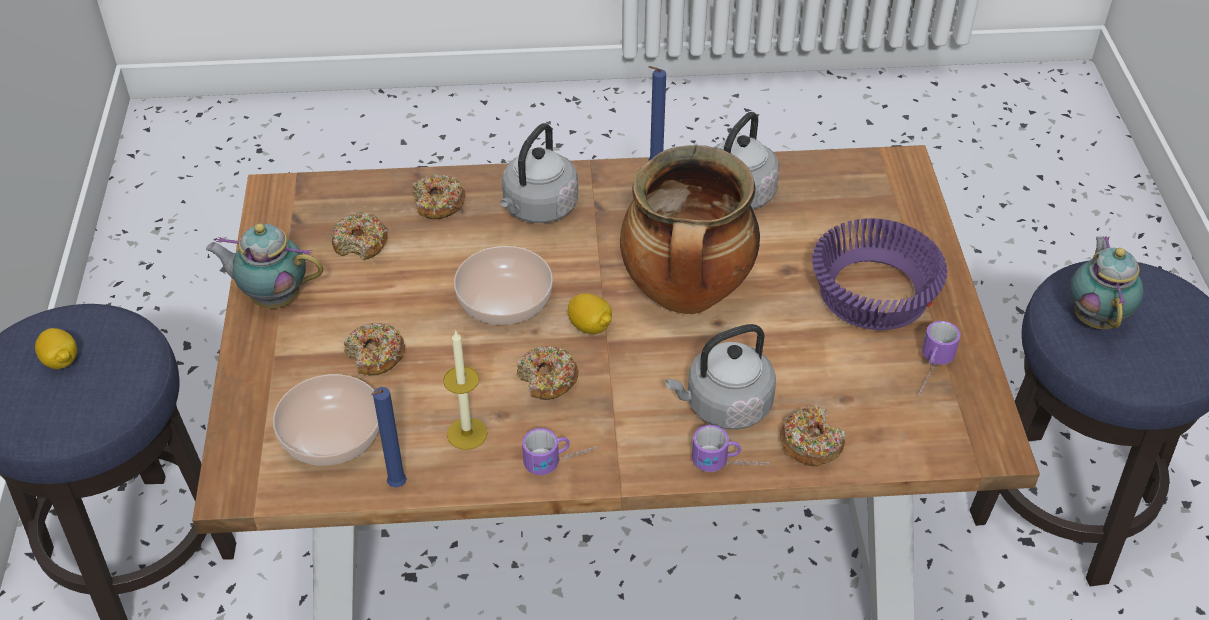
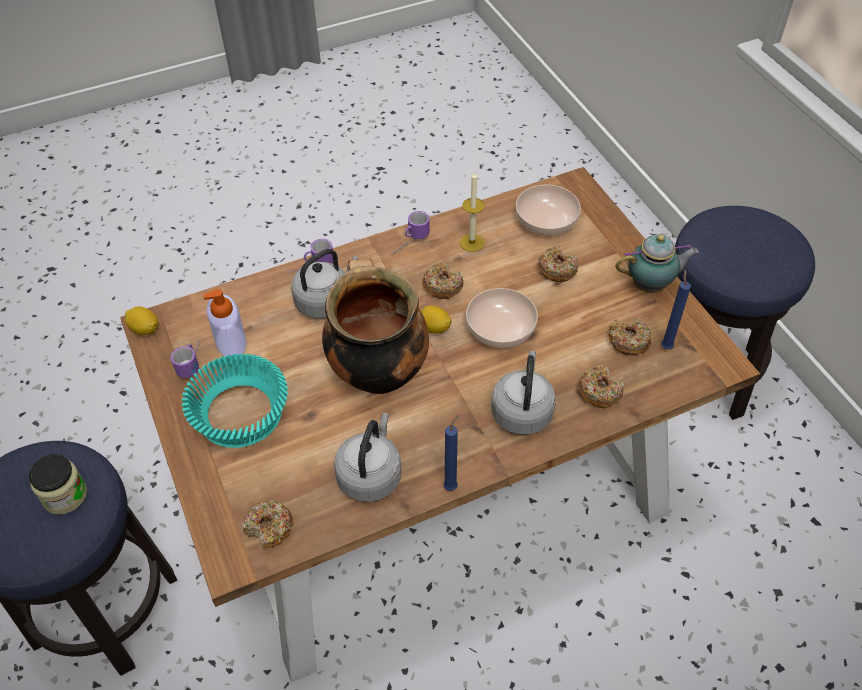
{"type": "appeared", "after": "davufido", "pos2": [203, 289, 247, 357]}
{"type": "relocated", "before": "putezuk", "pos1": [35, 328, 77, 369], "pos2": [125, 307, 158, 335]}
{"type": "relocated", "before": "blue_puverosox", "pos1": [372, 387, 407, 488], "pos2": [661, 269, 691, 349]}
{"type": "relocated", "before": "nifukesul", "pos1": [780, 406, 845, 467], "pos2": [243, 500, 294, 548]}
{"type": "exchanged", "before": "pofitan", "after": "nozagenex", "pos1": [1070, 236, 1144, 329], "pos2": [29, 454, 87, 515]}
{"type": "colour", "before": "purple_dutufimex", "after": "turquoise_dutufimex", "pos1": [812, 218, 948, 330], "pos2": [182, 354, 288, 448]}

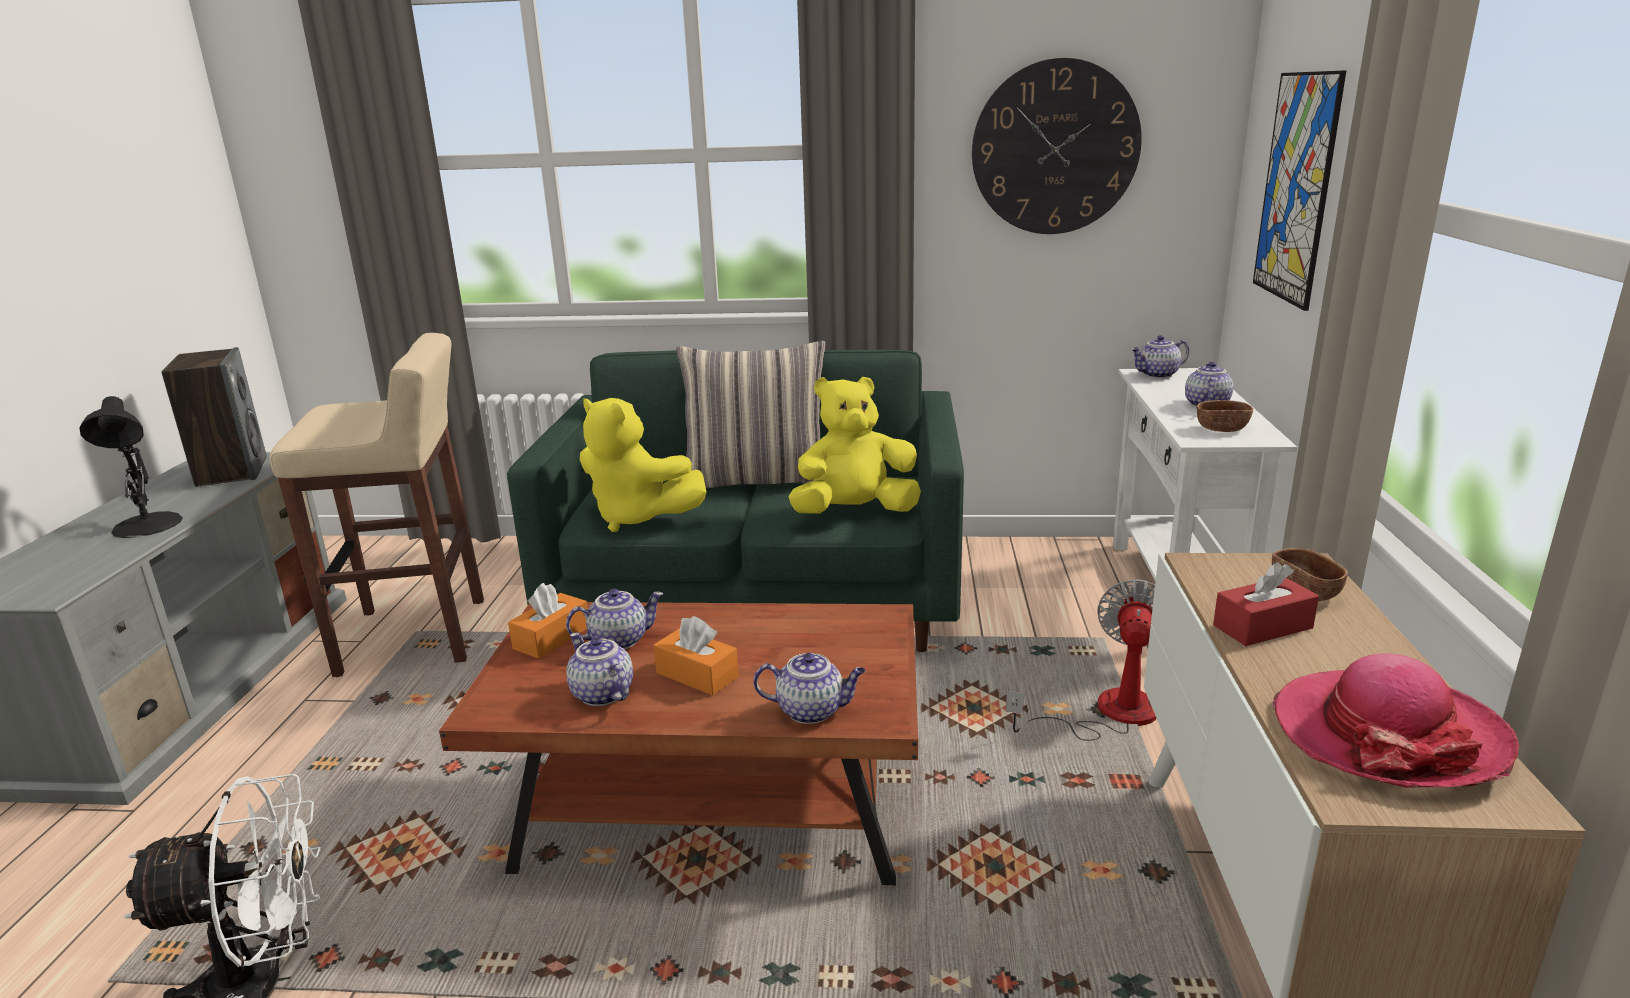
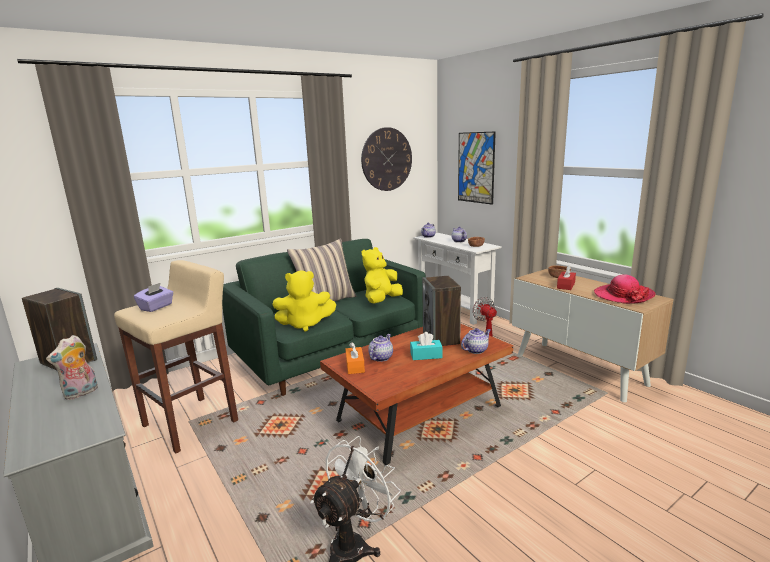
{"type": "missing", "before": "pofitan", "pos1": [566, 632, 633, 706]}
{"type": "appeared", "after": "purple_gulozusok", "pos2": [134, 283, 174, 312]}
{"type": "appeared", "after": "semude", "pos2": [422, 276, 461, 346]}
{"type": "exchanged", "before": "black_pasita", "after": "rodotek", "pos1": [79, 396, 182, 538], "pos2": [46, 335, 98, 400]}
{"type": "colour", "before": "orange_gulozusok", "after": "turquoise_gulozusok", "pos1": [653, 616, 739, 695], "pos2": [410, 332, 443, 360]}

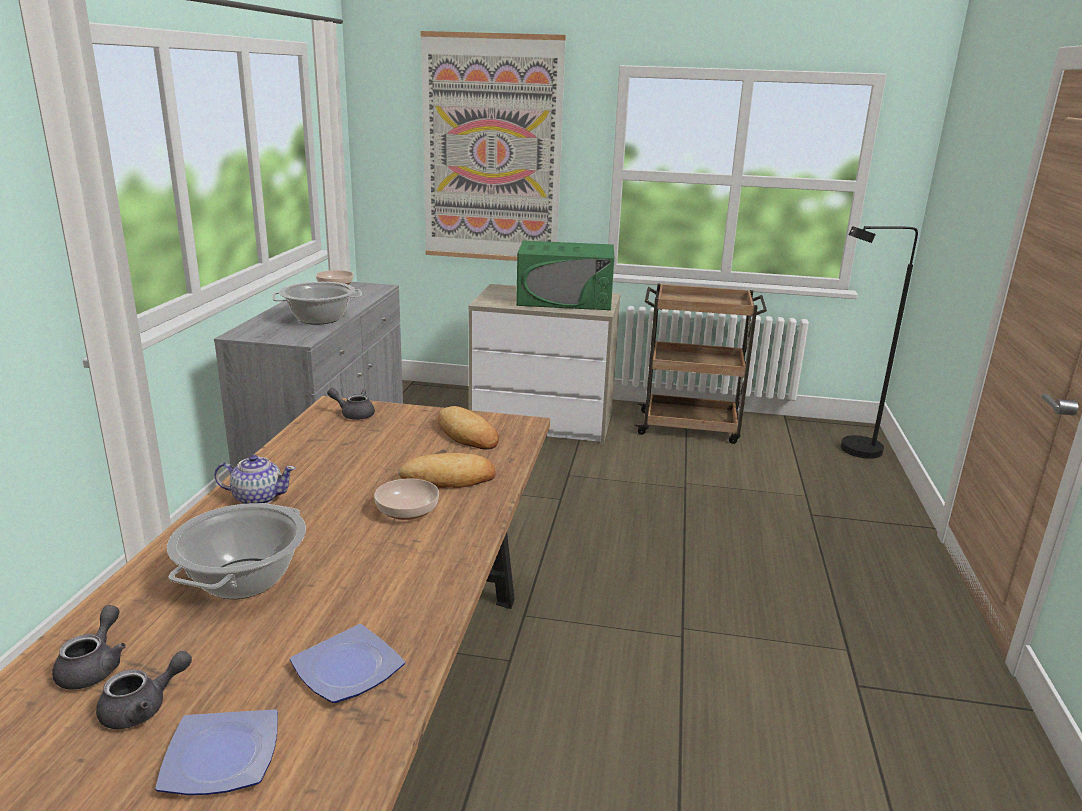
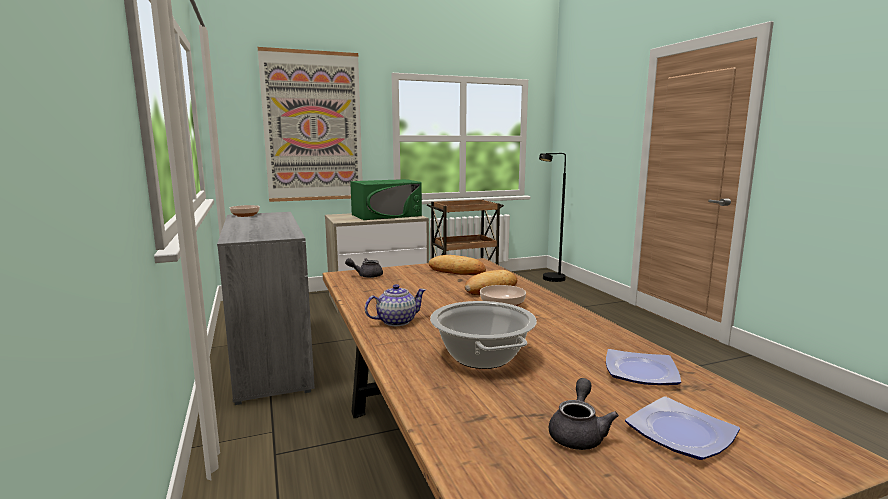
{"type": "missing", "before": "grey_pofitan", "pos1": [52, 605, 126, 690]}
{"type": "missing", "before": "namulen", "pos1": [273, 282, 363, 324]}

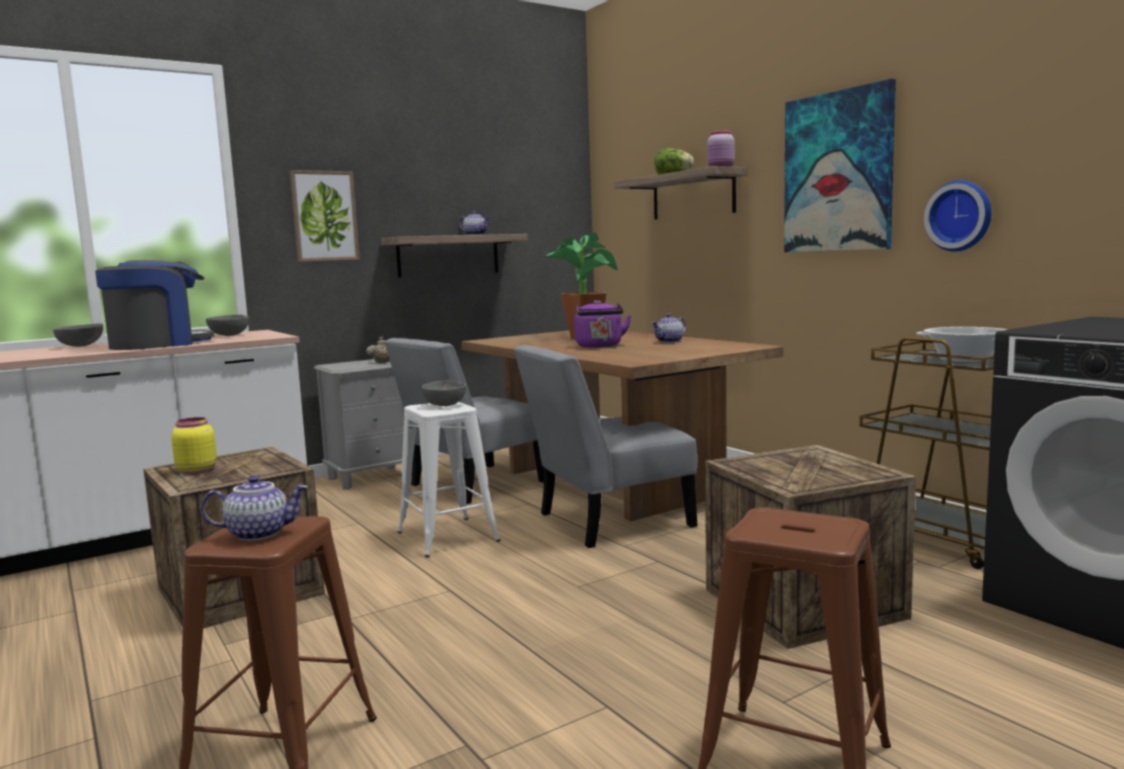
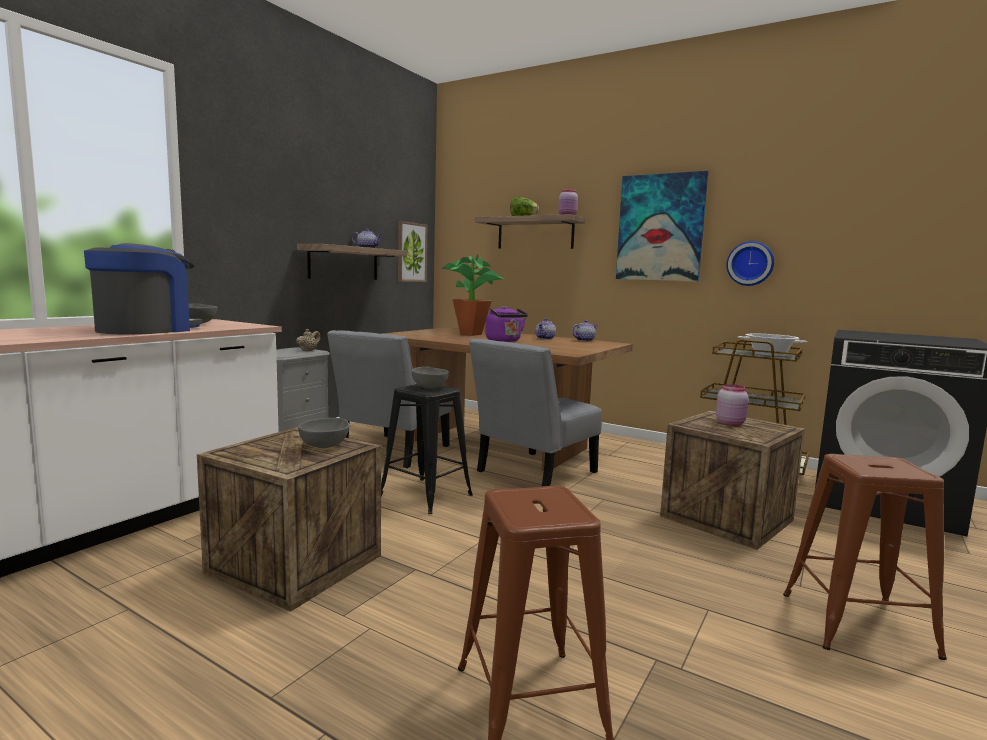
{"type": "missing", "before": "yellow_nozagenex", "pos1": [171, 417, 217, 475]}
{"type": "appeared", "after": "pink_nozagenex", "pos2": [716, 384, 749, 426]}
{"type": "relocated", "before": "grey_dutufimex", "pos1": [53, 323, 103, 347], "pos2": [298, 418, 349, 448]}
{"type": "relocated", "before": "pofitan", "pos1": [201, 475, 308, 541], "pos2": [572, 320, 598, 341]}
{"type": "relocated", "before": "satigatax", "pos1": [290, 170, 360, 262], "pos2": [398, 221, 427, 282]}
{"type": "colour", "before": "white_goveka", "after": "black_goveka", "pos1": [398, 402, 500, 557], "pos2": [381, 384, 473, 514]}

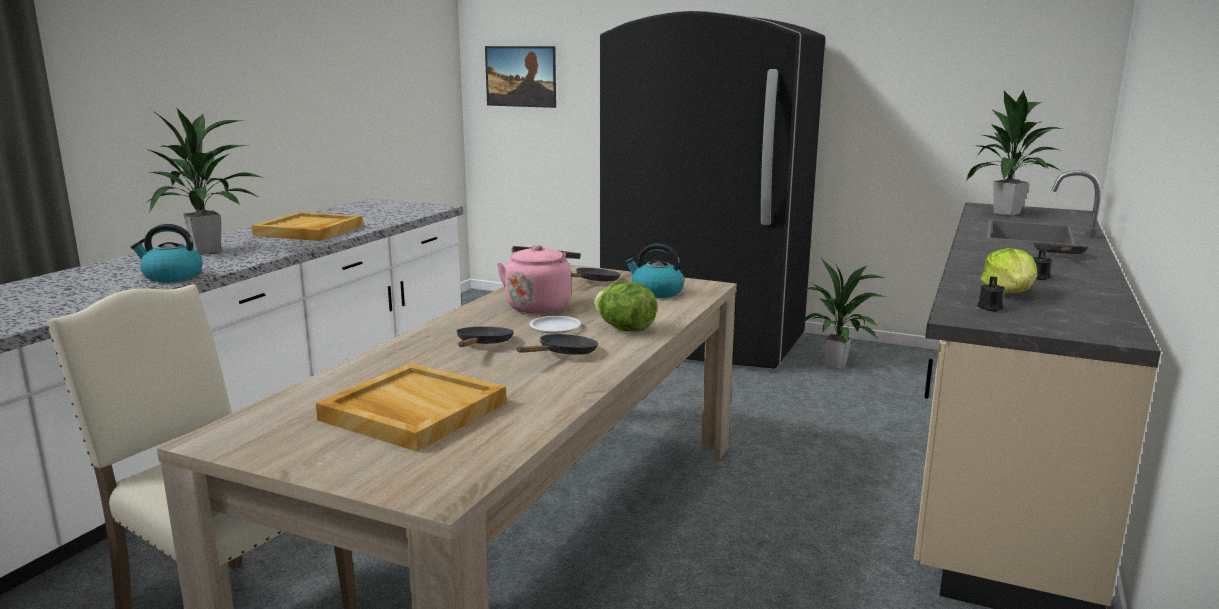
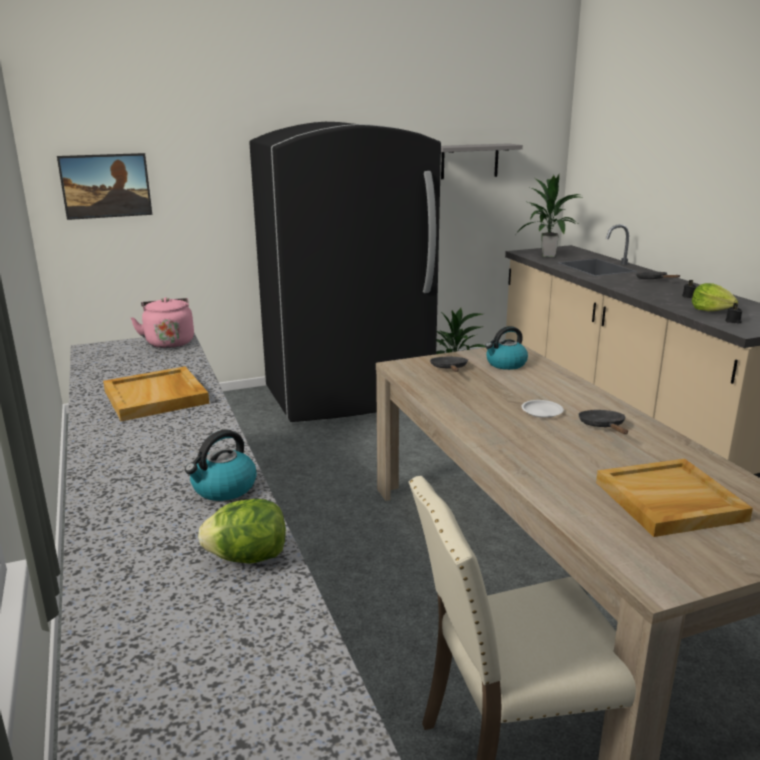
{"type": "missing", "before": "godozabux", "pos1": [147, 108, 264, 254]}
{"type": "missing", "before": "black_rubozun", "pos1": [457, 327, 514, 347]}
{"type": "appeared", "after": "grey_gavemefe", "pos2": [441, 143, 523, 179]}
{"type": "relocated", "before": "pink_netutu", "pos1": [497, 245, 581, 313], "pos2": [131, 297, 194, 348]}
{"type": "relocated", "before": "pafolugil", "pos1": [594, 282, 657, 331], "pos2": [198, 499, 286, 564]}

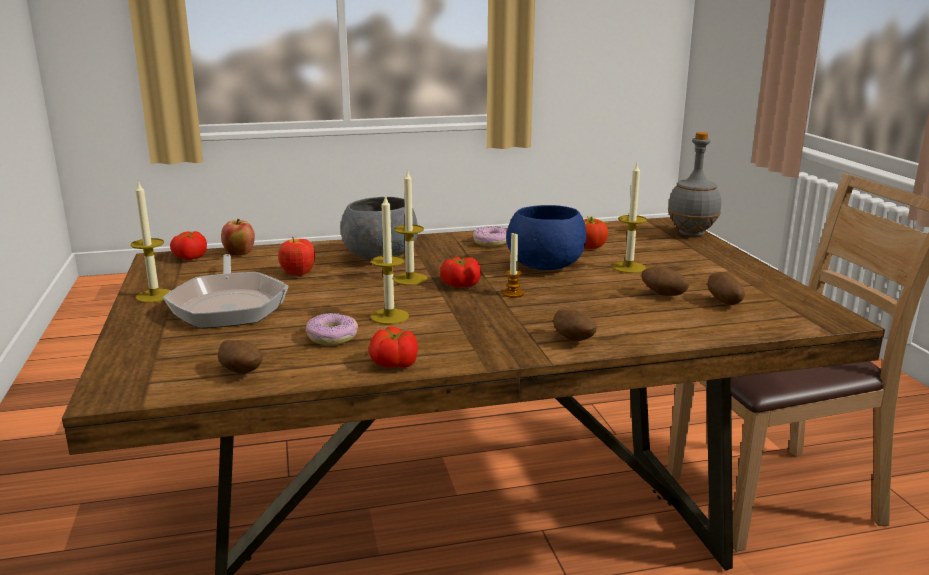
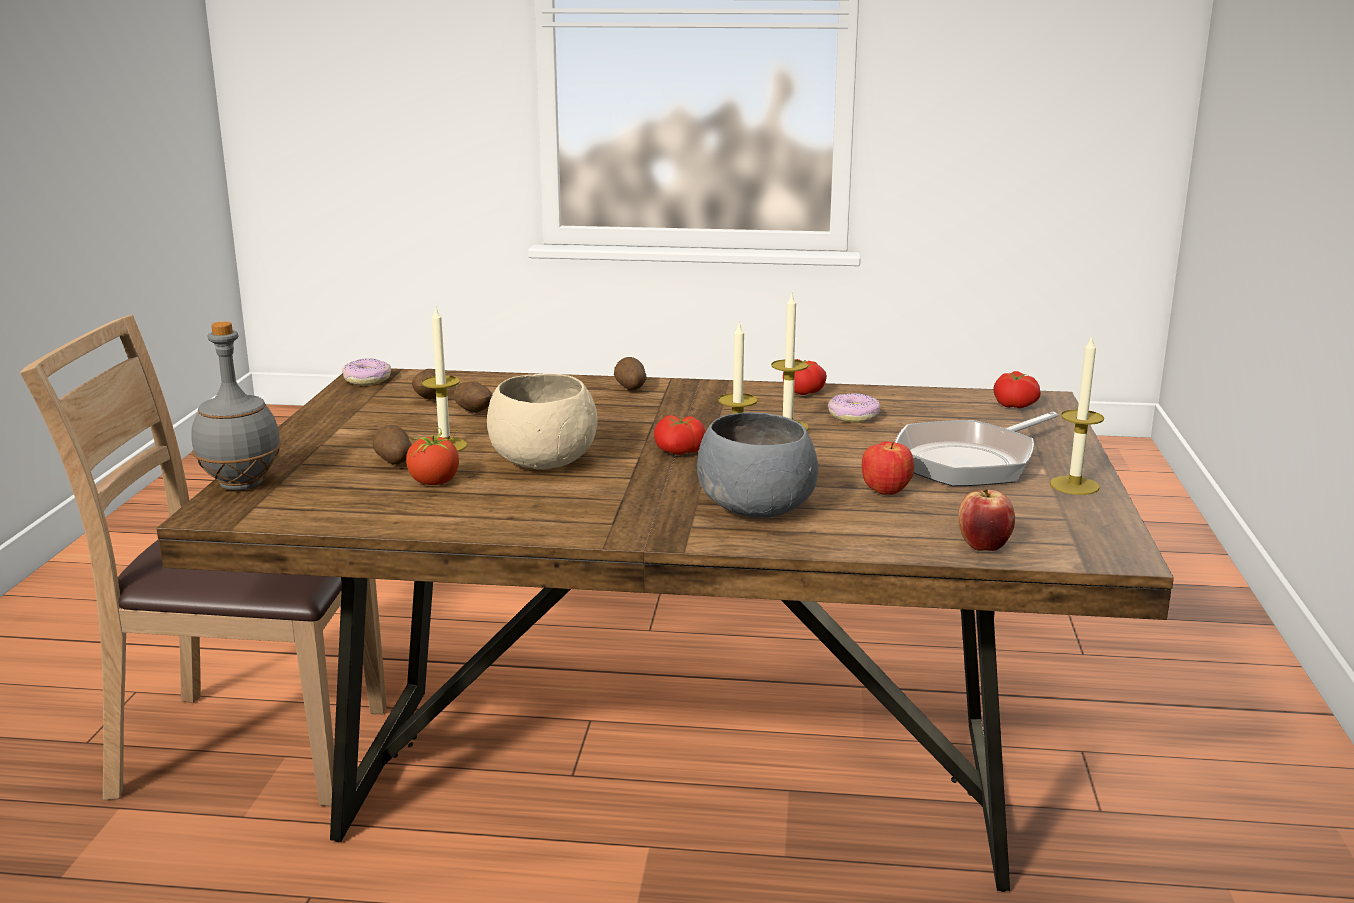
{"type": "missing", "before": "puverosox", "pos1": [502, 231, 524, 298]}
{"type": "relocated", "before": "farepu", "pos1": [170, 231, 207, 260], "pos2": [993, 371, 1041, 409]}
{"type": "relocated", "before": "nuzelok", "pos1": [218, 340, 263, 374], "pos2": [373, 425, 412, 465]}
{"type": "relocated", "before": "nifukesul", "pos1": [473, 226, 507, 247], "pos2": [342, 358, 391, 385]}
{"type": "colour", "before": "blue_dutufimex", "after": "beige_dutufimex", "pos1": [506, 205, 586, 270], "pos2": [487, 373, 598, 469]}
{"type": "spun", "before": "rubozun", "pos1": [163, 254, 289, 328], "pos2": [895, 412, 1058, 486], "turn": -135}

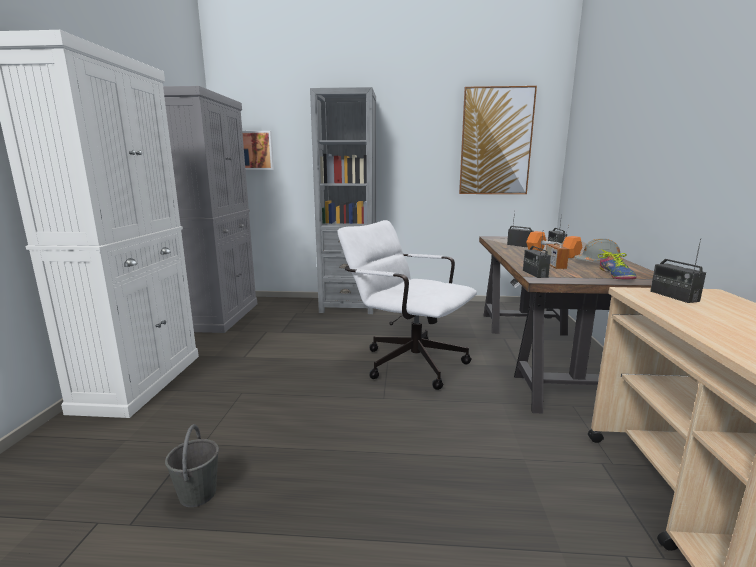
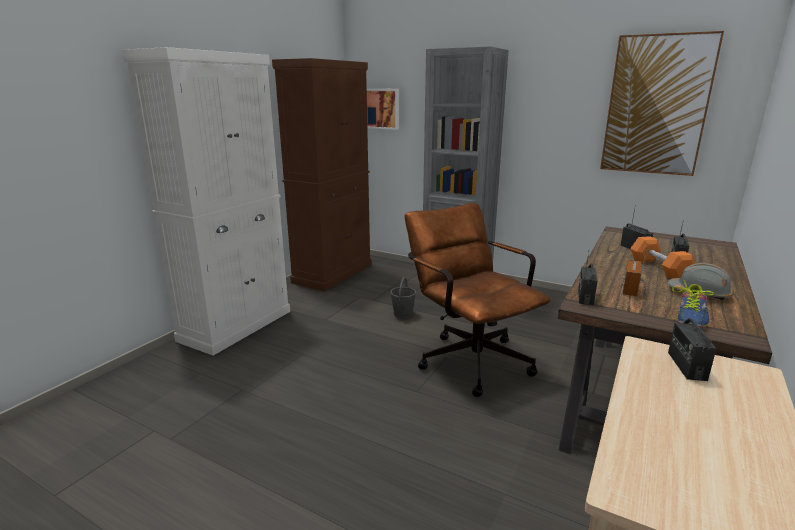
{"type": "relocated", "before": "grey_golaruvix", "pos1": [165, 424, 219, 507], "pos2": [390, 277, 416, 319]}
{"type": "colour", "before": "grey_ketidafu", "after": "brown_ketidafu", "pos1": [163, 86, 257, 333], "pos2": [272, 58, 371, 292]}
{"type": "colour", "before": "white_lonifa", "after": "brown_lonifa", "pos1": [338, 220, 477, 390], "pos2": [405, 203, 551, 397]}

